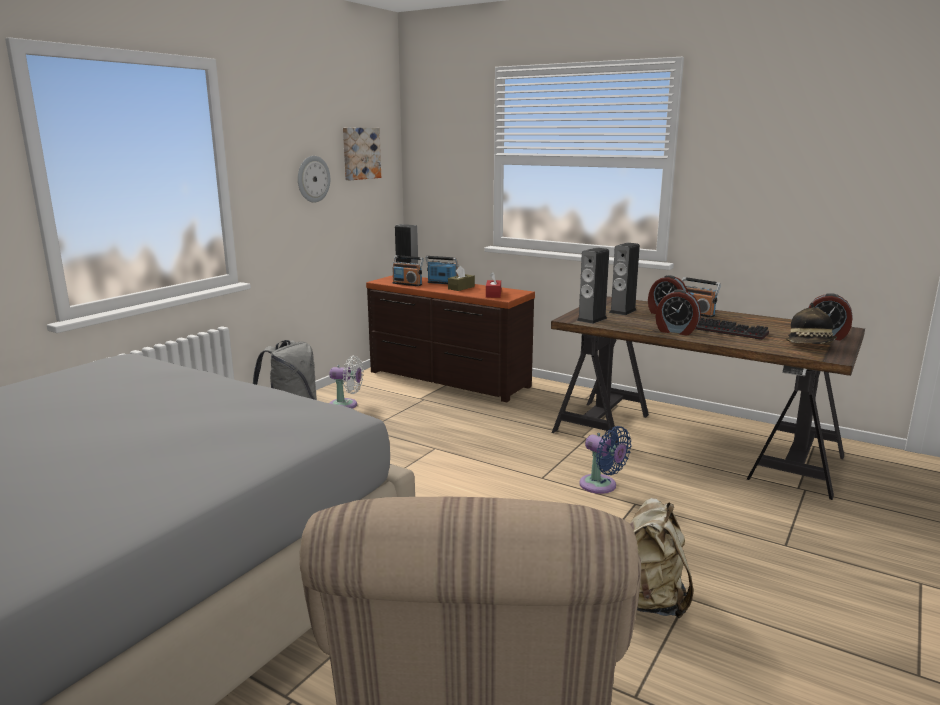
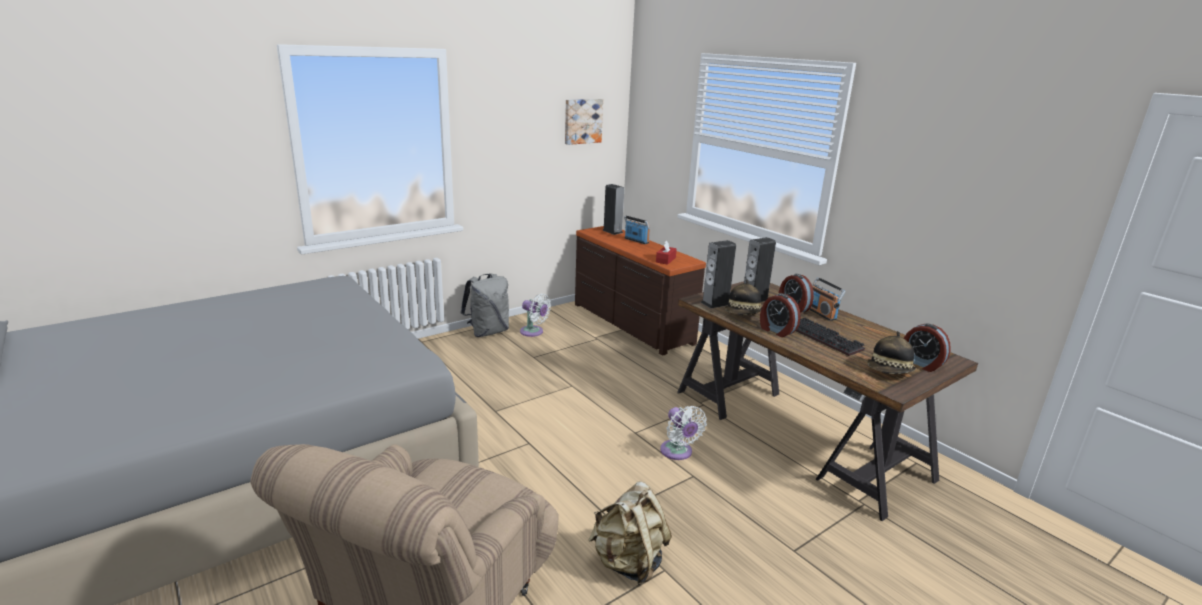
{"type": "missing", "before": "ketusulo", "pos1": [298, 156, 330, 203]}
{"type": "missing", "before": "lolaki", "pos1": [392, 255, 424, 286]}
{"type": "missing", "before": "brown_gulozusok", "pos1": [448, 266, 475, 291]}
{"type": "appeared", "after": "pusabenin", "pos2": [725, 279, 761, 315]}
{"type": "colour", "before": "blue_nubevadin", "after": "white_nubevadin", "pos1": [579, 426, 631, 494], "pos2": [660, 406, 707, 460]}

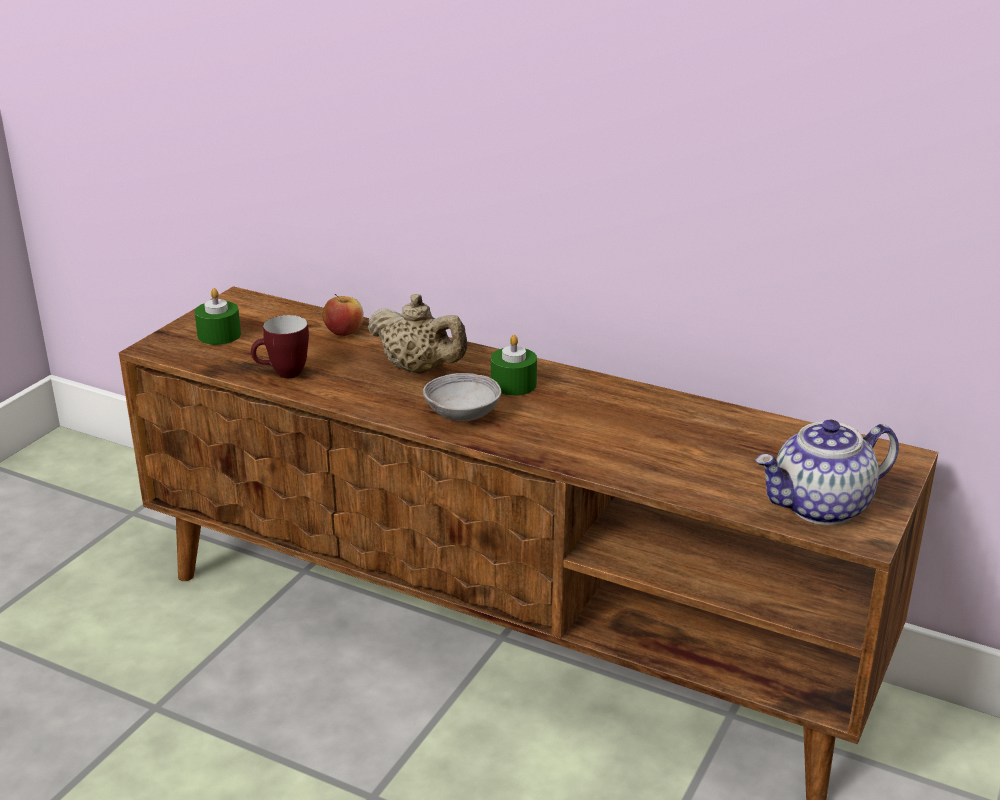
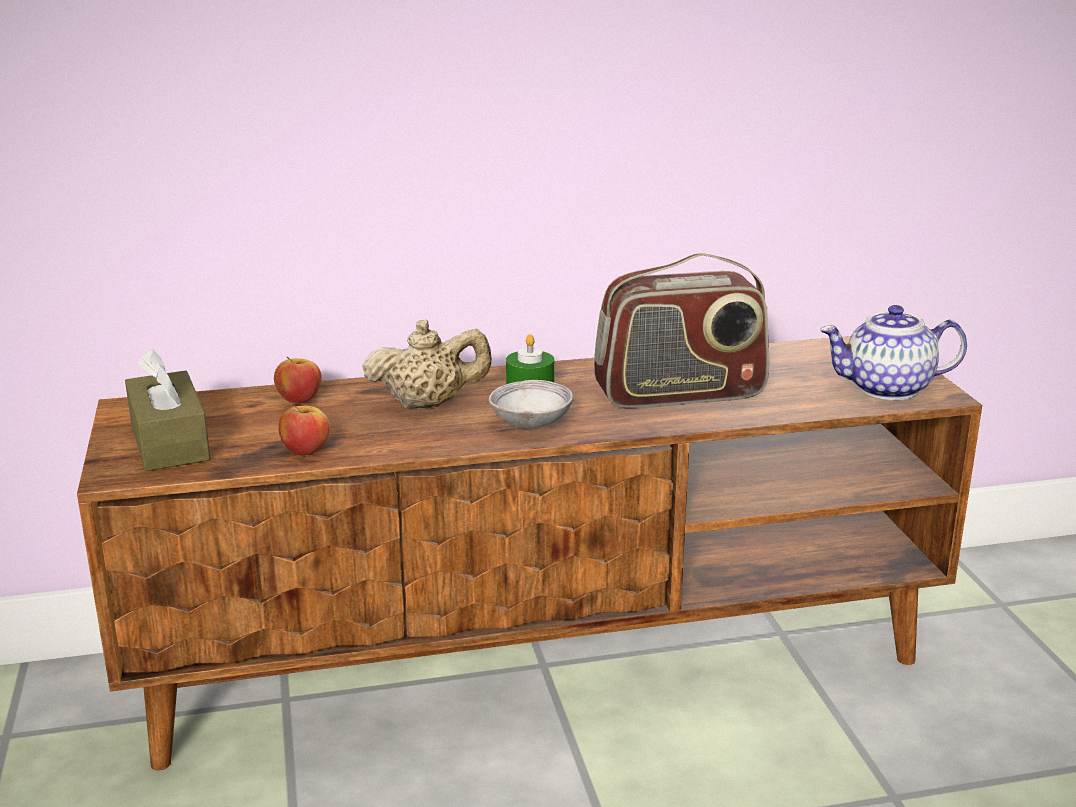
{"type": "appeared", "after": "lolaki", "pos2": [594, 254, 770, 408]}
{"type": "exchanged", "before": "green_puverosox", "after": "brown_gulozusok", "pos1": [195, 288, 241, 345], "pos2": [125, 349, 211, 471]}
{"type": "exchanged", "before": "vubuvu", "after": "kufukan", "pos1": [251, 315, 309, 378], "pos2": [278, 404, 330, 456]}
{"type": "spun", "before": "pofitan", "pos1": [755, 420, 899, 525], "pos2": [820, 305, 967, 400], "turn": 60}

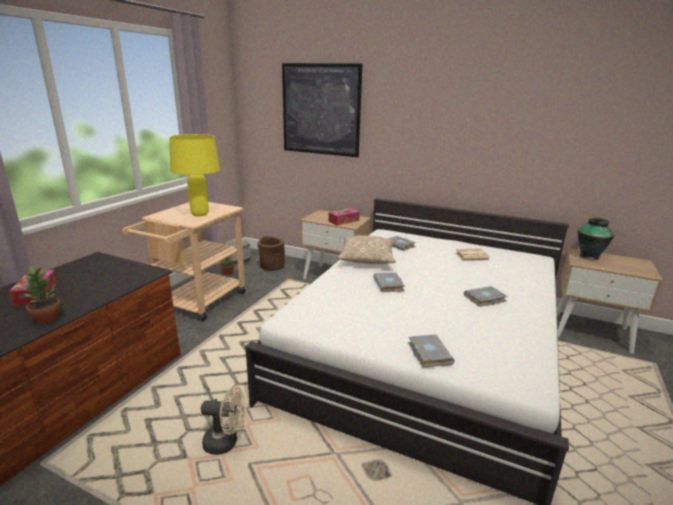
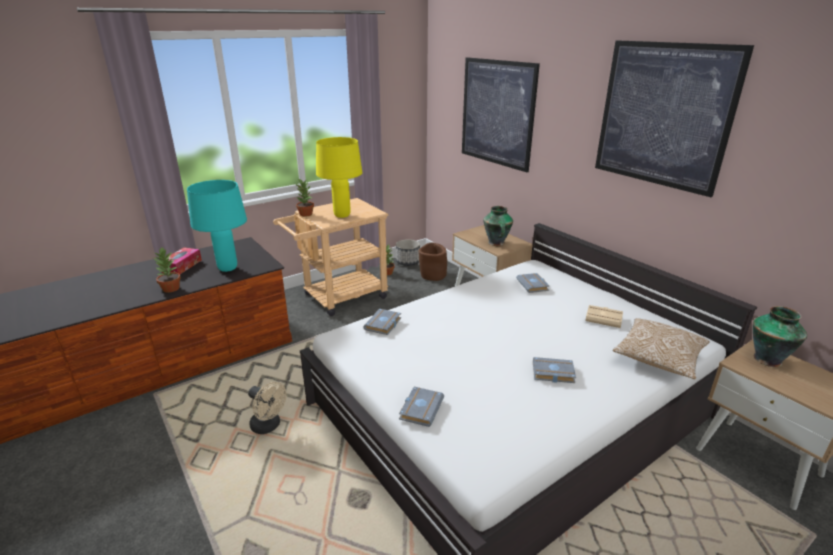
{"type": "appeared", "after": "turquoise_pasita", "pos2": [187, 180, 247, 272]}
{"type": "appeared", "after": "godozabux", "pos2": [295, 179, 314, 217]}
{"type": "appeared", "after": "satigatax", "pos2": [595, 40, 754, 197]}
{"type": "relocated", "before": "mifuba", "pos1": [337, 235, 396, 264], "pos2": [613, 318, 710, 380]}
{"type": "relocated", "before": "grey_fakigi", "pos1": [373, 273, 405, 292], "pos2": [363, 309, 401, 335]}
{"type": "exchanged", "before": "gulozusok", "after": "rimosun", "pos1": [328, 208, 360, 226], "pos2": [483, 206, 513, 246]}

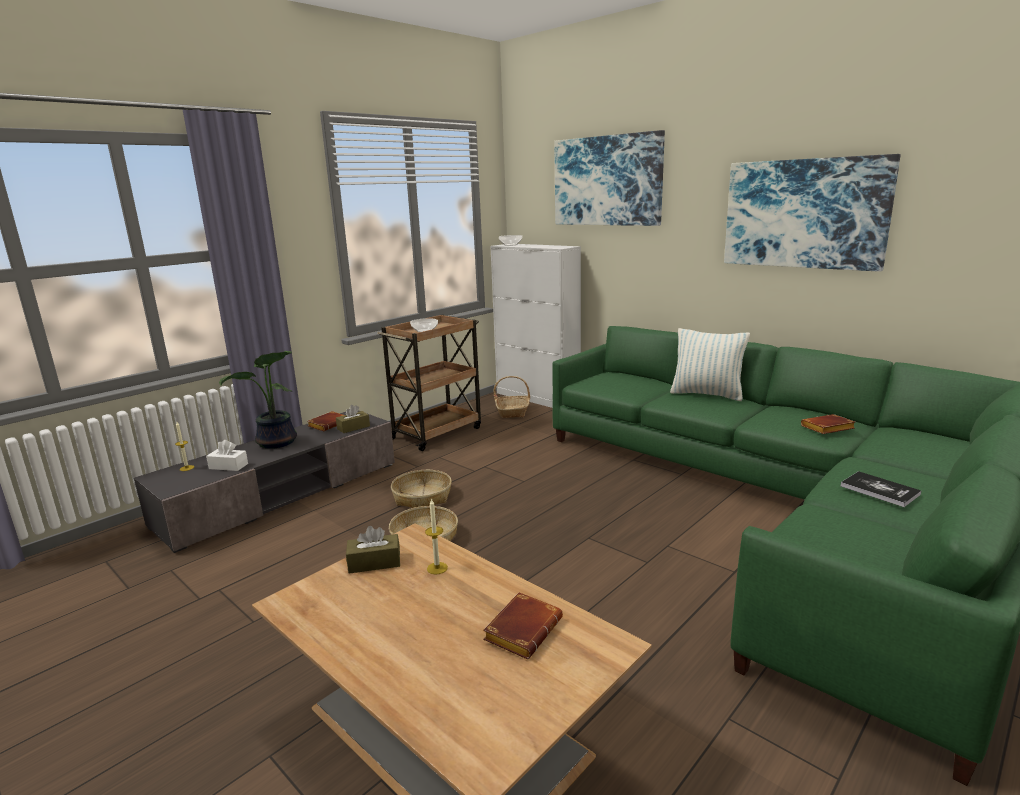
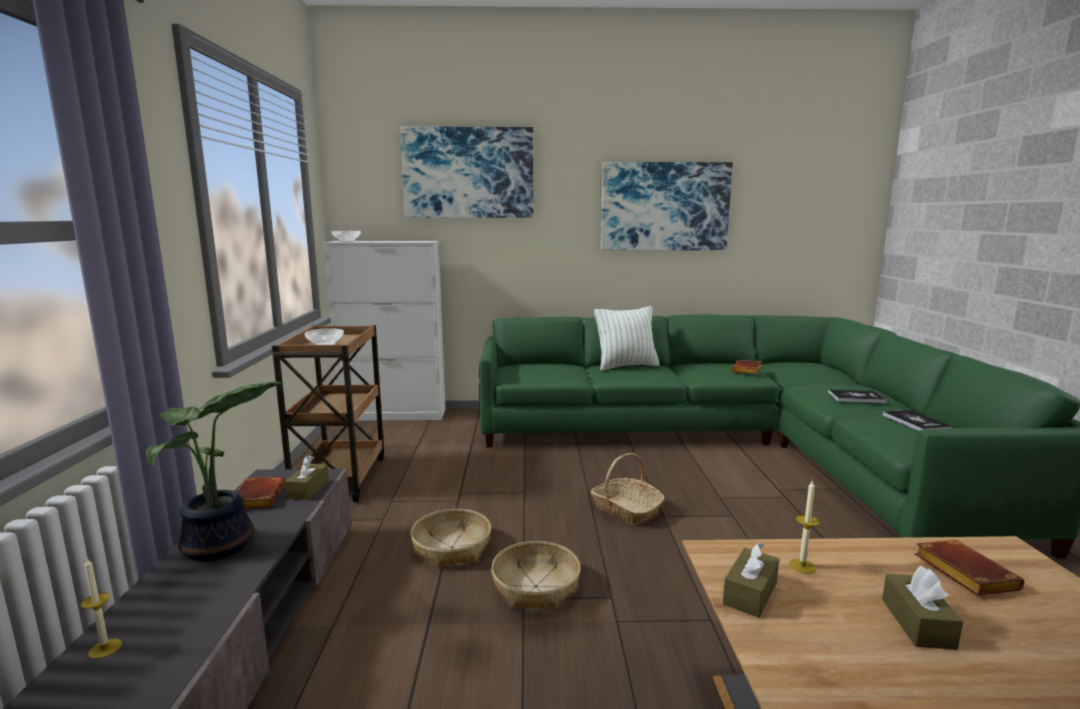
{"type": "missing", "before": "white_gulozusok", "pos1": [206, 440, 248, 471]}
{"type": "appeared", "after": "brown_gulozusok", "pos2": [882, 566, 963, 650]}
{"type": "appeared", "after": "fakigi", "pos2": [883, 410, 952, 431]}
{"type": "relocated", "before": "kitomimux", "pos1": [494, 376, 530, 418], "pos2": [591, 453, 665, 525]}

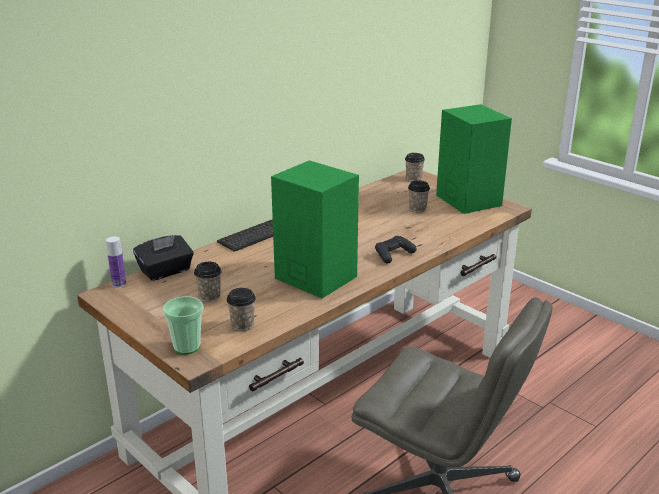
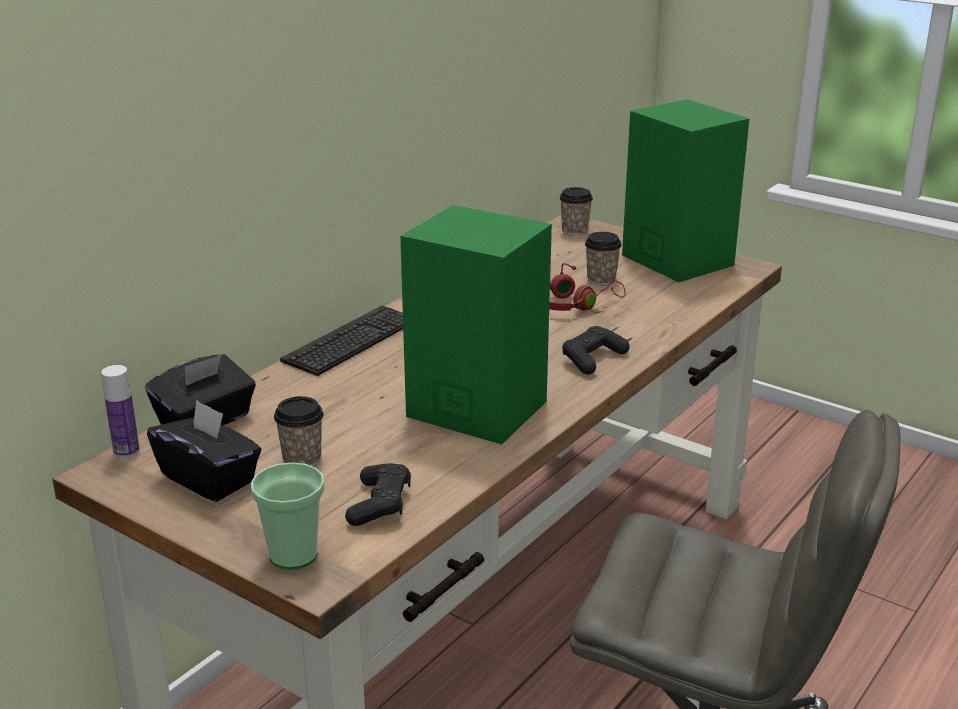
{"type": "appeared", "after": "black_gulozusok", "pos2": [147, 400, 261, 502]}
{"type": "appeared", "after": "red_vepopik", "pos2": [549, 263, 626, 311]}
{"type": "exchanged", "before": "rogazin", "after": "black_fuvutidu", "pos1": [227, 288, 256, 331], "pos2": [345, 463, 411, 526]}

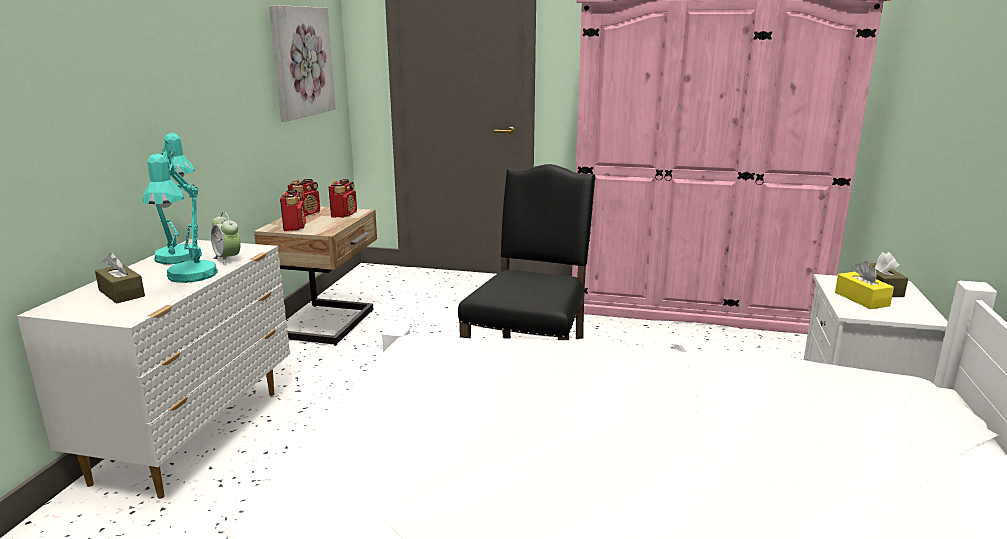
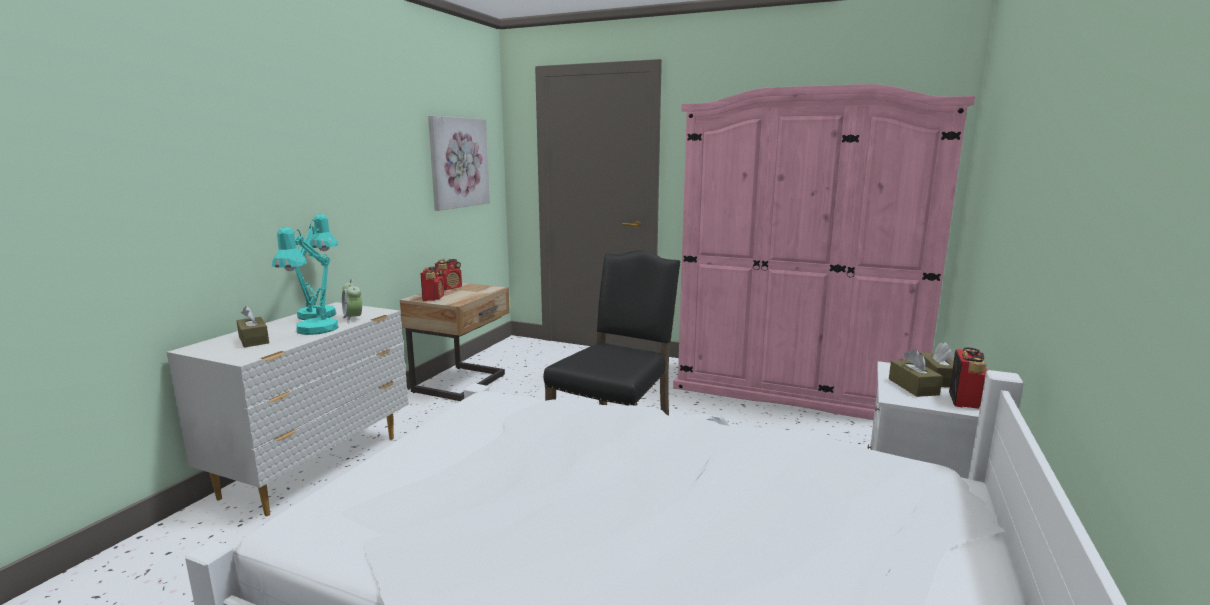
{"type": "relocated", "before": "lolaki", "pos1": [329, 179, 357, 218], "pos2": [949, 347, 987, 409]}
{"type": "colour", "before": "yellow_gulozusok", "after": "brown_gulozusok", "pos1": [835, 261, 894, 309], "pos2": [889, 349, 943, 397]}

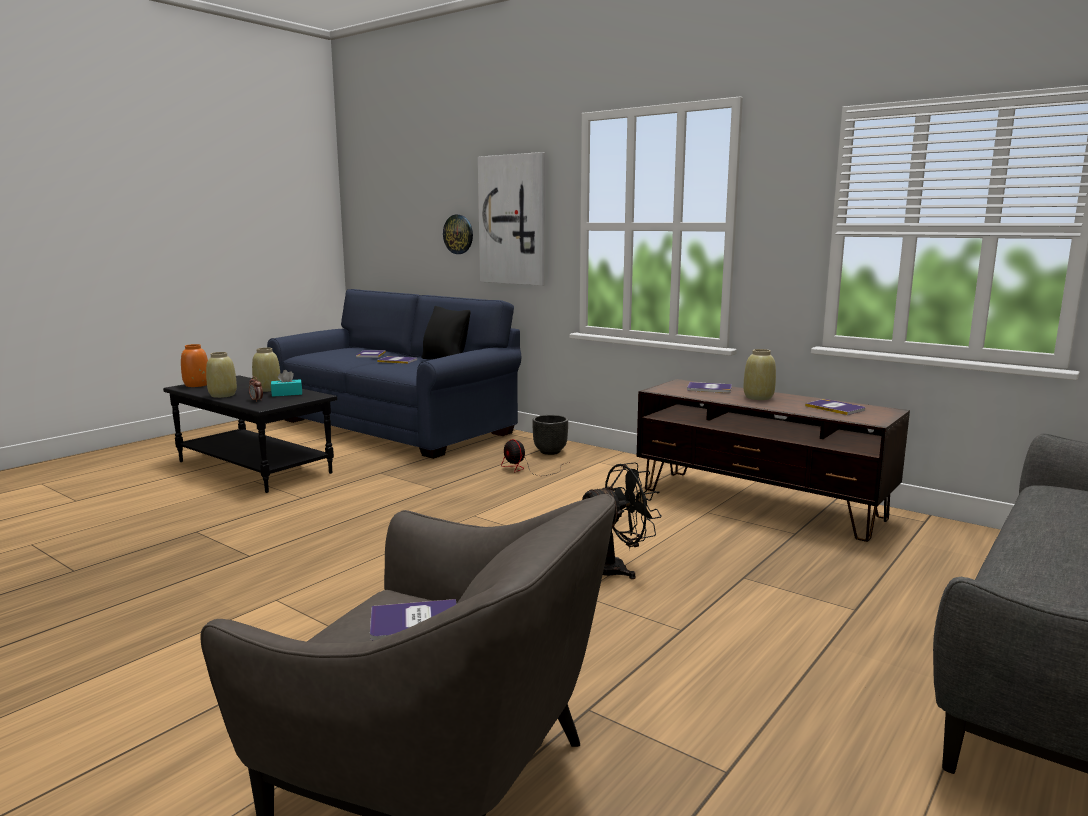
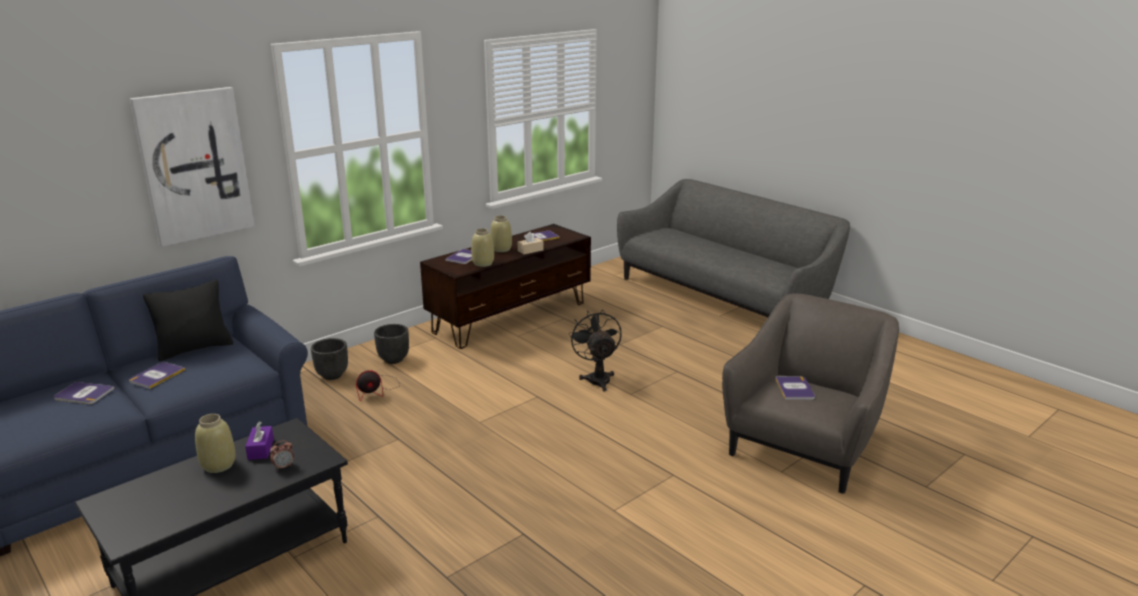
{"type": "missing", "before": "orange_rimosun", "pos1": [181, 344, 208, 387]}
{"type": "missing", "before": "ketusulo", "pos1": [443, 215, 473, 254]}
{"type": "appeared", "after": "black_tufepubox", "pos2": [374, 324, 409, 364]}
{"type": "appeared", "after": "beige_gulozusok", "pos2": [518, 232, 544, 254]}
{"type": "relocated", "before": "beige_rimosun", "pos1": [206, 352, 237, 398], "pos2": [471, 228, 494, 267]}
{"type": "colour", "before": "turquoise_gulozusok", "after": "purple_gulozusok", "pos1": [271, 370, 302, 397], "pos2": [245, 422, 274, 460]}

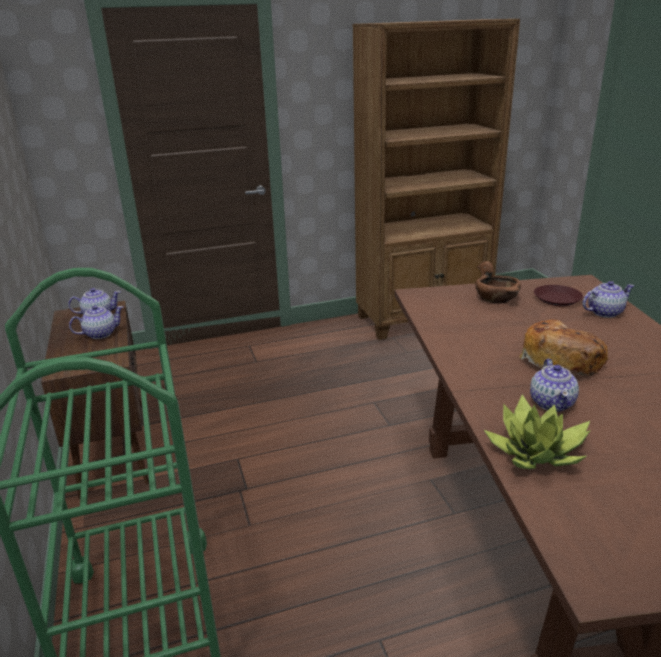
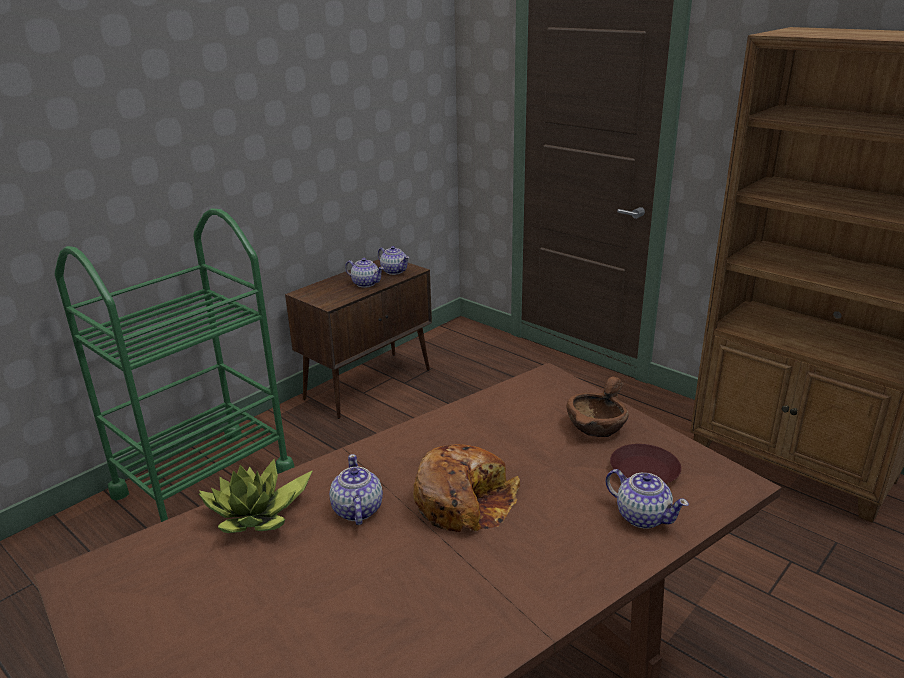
{"type": "spun", "before": "pofitan", "pos1": [530, 359, 579, 412], "pos2": [329, 454, 383, 525], "turn": 105}

